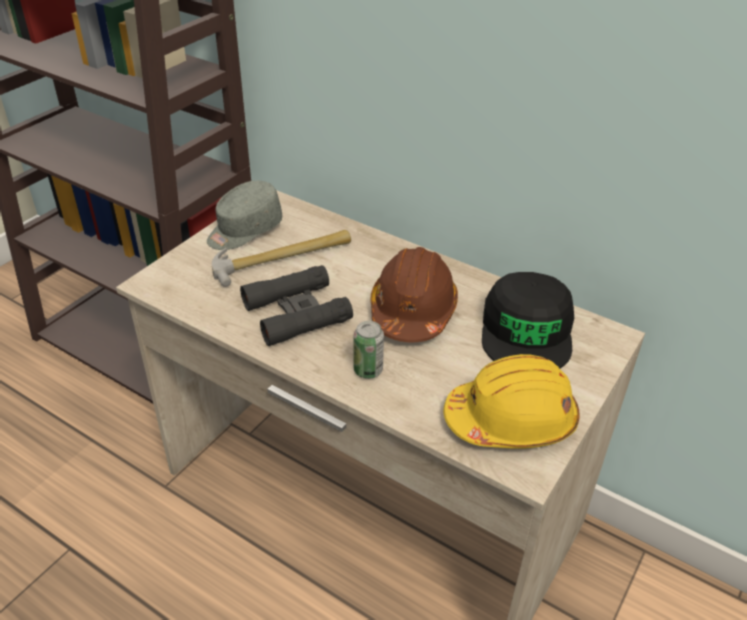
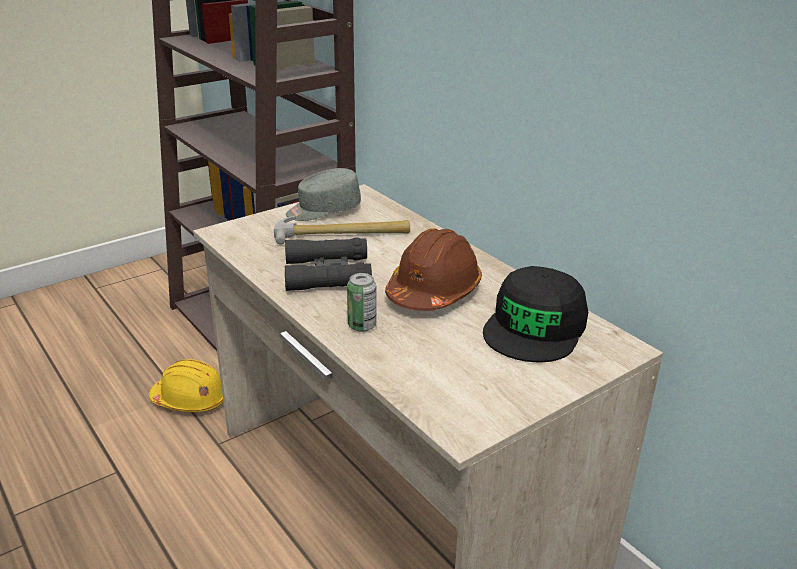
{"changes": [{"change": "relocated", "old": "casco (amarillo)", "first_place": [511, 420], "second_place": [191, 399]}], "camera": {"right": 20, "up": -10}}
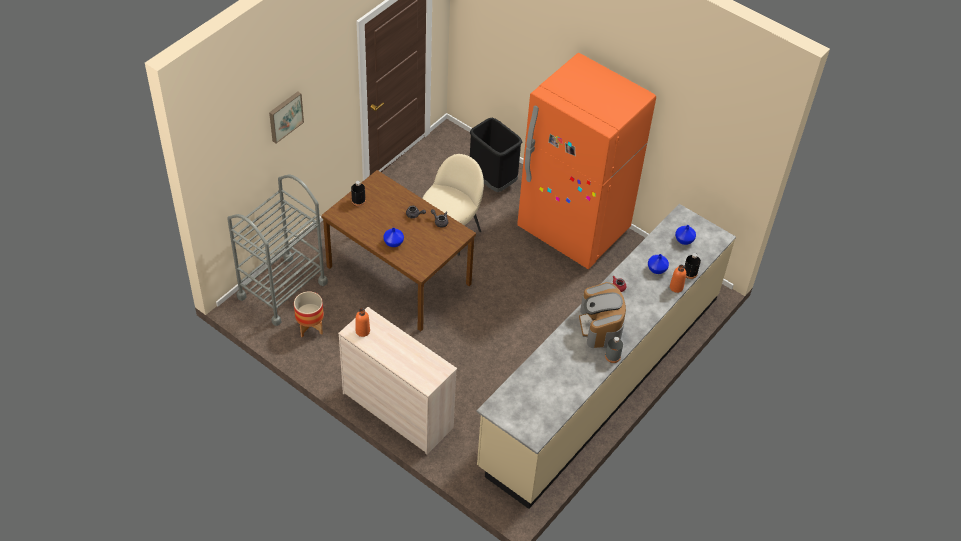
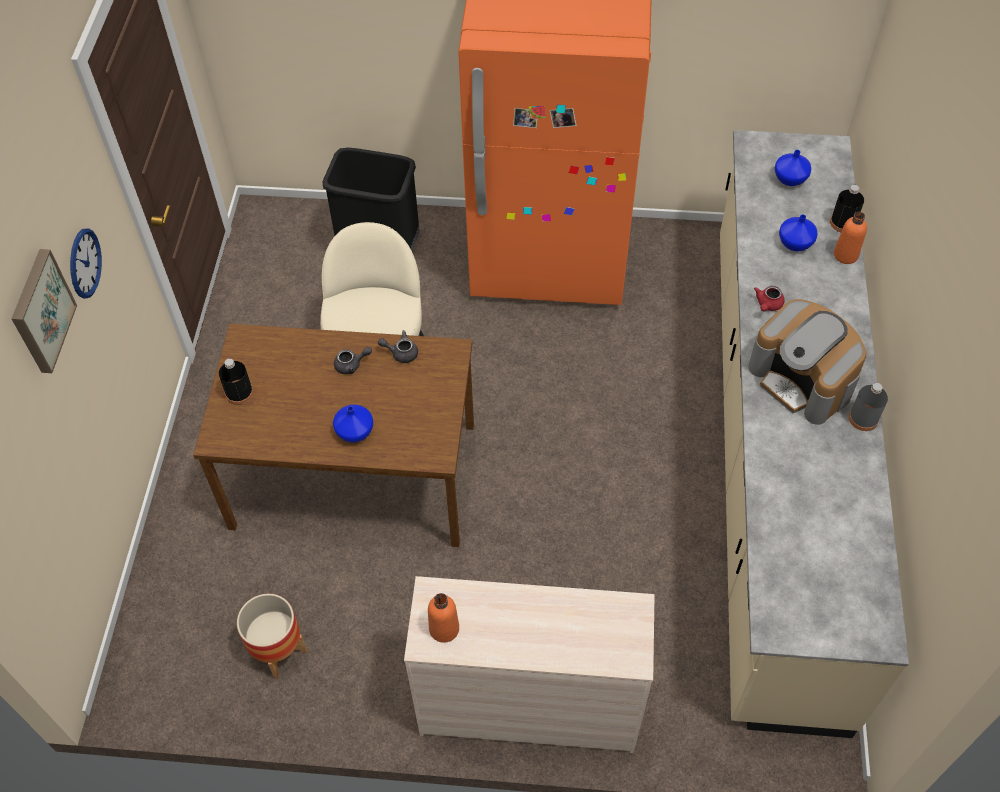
{"changes": [{"change": "missing", "old": "carrito (gris)", "first_place": [282, 289]}, {"change": "appeared", "new": "reloj de pared", "second_place": [84, 263]}], "camera": {"right": -30, "up": 5}}
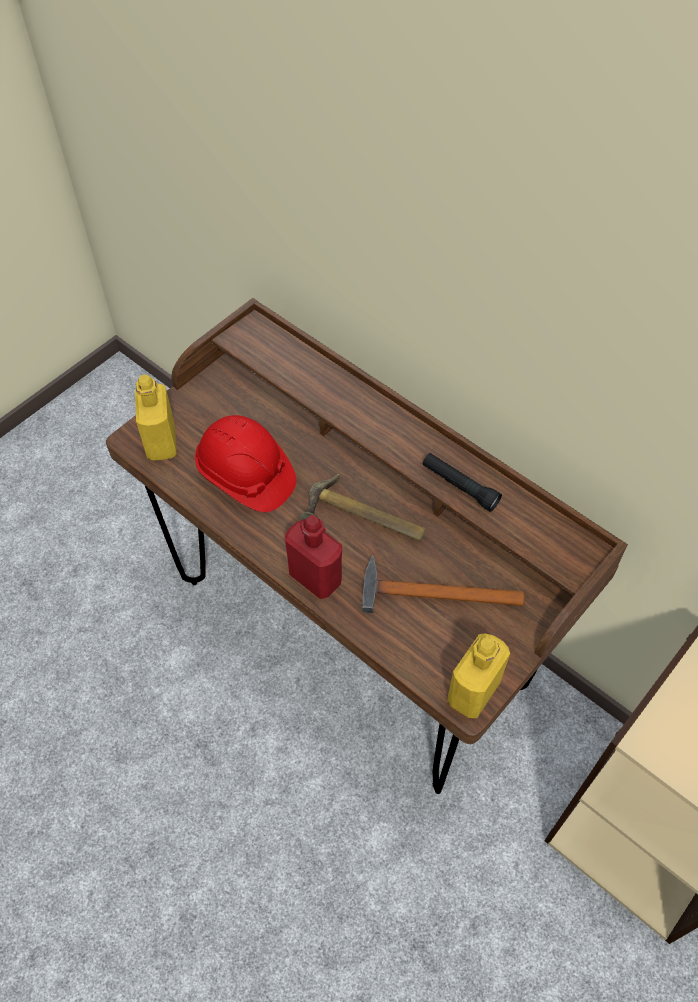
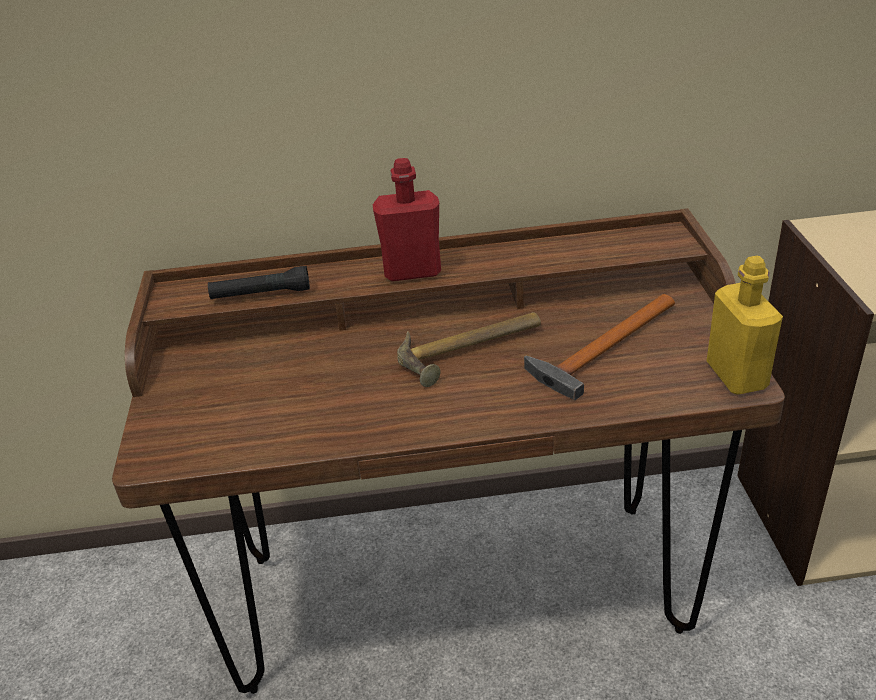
{"changes": [{"change": "missing", "old": "botella (amarillo)", "first_place": [161, 443]}, {"change": "missing", "old": "casco (rojo)", "first_place": [246, 476]}, {"change": "relocated", "old": "botella (rojo)", "first_place": [315, 578], "second_place": [412, 271]}, {"change": "relocated", "old": "linterna (negro)", "first_place": [459, 486], "second_place": [261, 294]}], "camera": {"right": -45, "up": -20}}
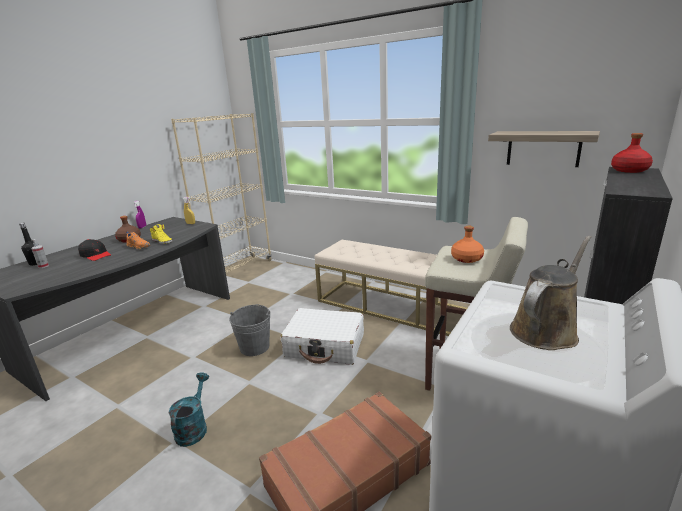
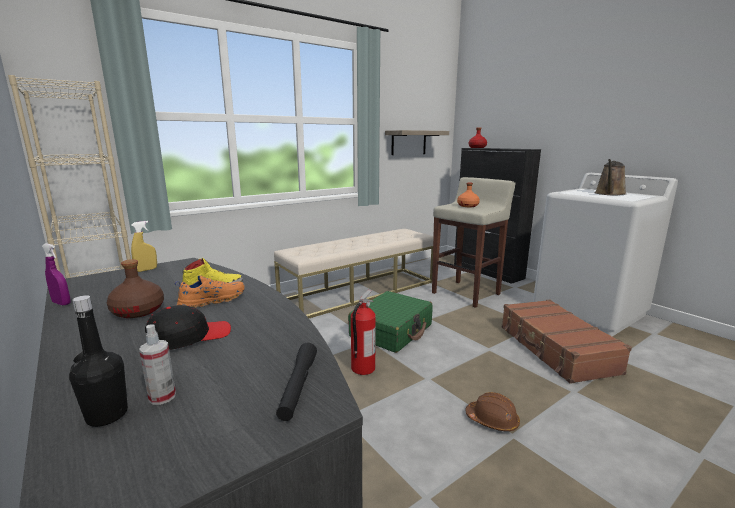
{"changes": [{"change": "exchanged", "old": "regadera (turquesa)", "new": "casco (marrón)", "first_place": [193, 428], "second_place": [492, 420]}, {"change": "exchanged", "old": "cubo (gris)", "new": "extintor", "first_place": [254, 347], "second_place": [362, 368]}, {"change": "colour", "old": "maleta (blanco)", "new": "maleta (verde)", "first_place": [325, 345], "second_place": [392, 331]}, {"change": "spun", "old": "regadera (marrón)", "first_place": [546, 330], "second_place": [609, 194], "degrees": -120}, {"change": "appeared", "new": "linterna (negro)", "second_place": [298, 386]}], "camera": {"right": -70, "up": -5}}
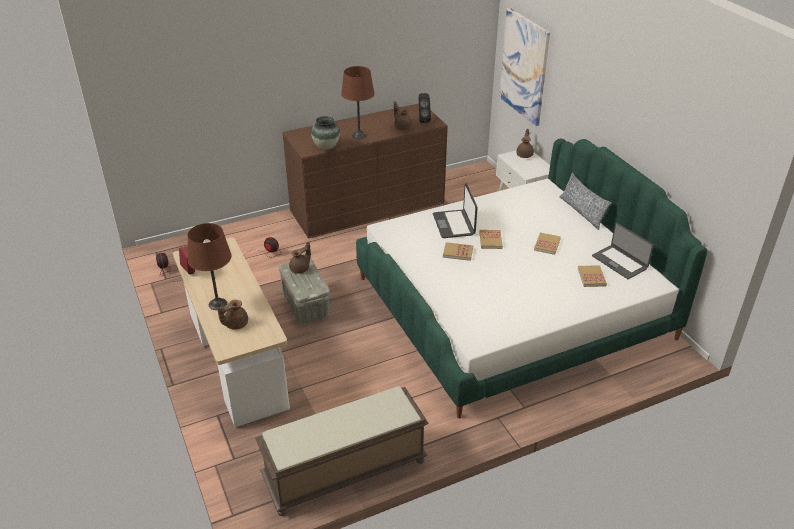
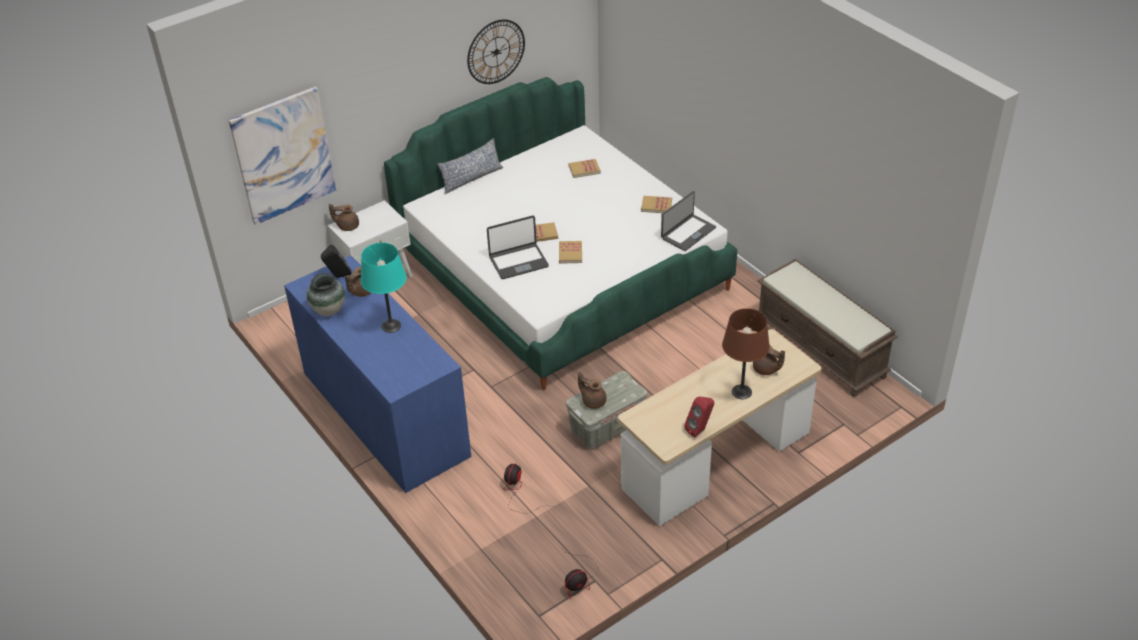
{"changes": [{"change": "colour", "old": "cómoda (marrón)", "new": "cómoda (azul)", "first_place": [367, 207], "second_place": [385, 413]}, {"change": "relocated", "old": "florero", "first_place": [326, 147], "second_place": [328, 310]}, {"change": "colour", "old": "lámpara de mesa (marrón)", "new": "lámpara de mesa (turquesa)", "first_place": [359, 135], "second_place": [391, 326]}, {"change": "relocated", "old": "libro", "first_place": [547, 244], "second_place": [656, 206]}, {"change": "relocated", "old": "portátil", "first_place": [620, 262], "second_place": [688, 233]}, {"change": "appeared", "new": "reloj de pared", "second_place": [496, 52]}], "camera": {"right": -100, "up": 5}}
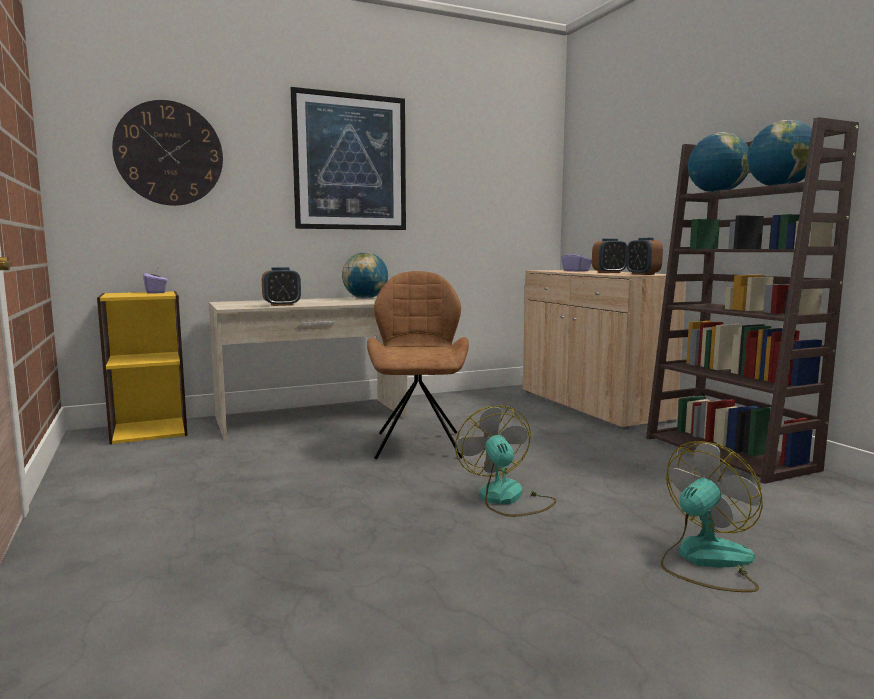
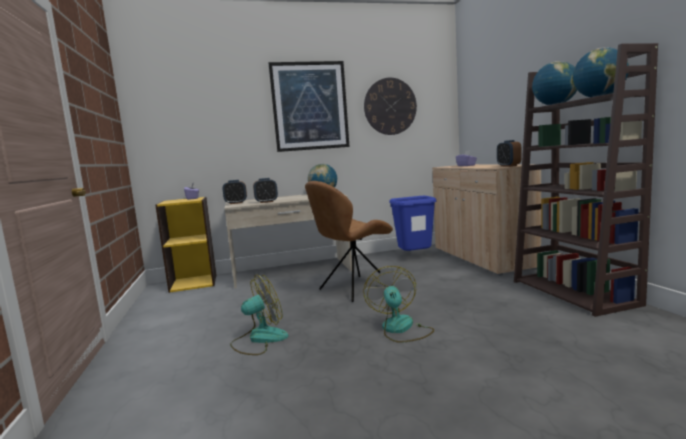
{"changes": [{"change": "relocated", "old": "reloj de pared", "first_place": [169, 153], "second_place": [390, 106]}, {"change": "spun", "old": "silla (marrón)", "first_place": [418, 444], "second_place": [354, 289], "degrees": -135}, {"change": "relocated", "old": "despertador", "first_place": [609, 272], "second_place": [236, 203]}, {"change": "relocated", "old": "ventilador", "first_place": [705, 561], "second_place": [259, 339]}, {"change": "appeared", "new": "papelera (azul)", "second_place": [415, 257]}], "camera": {"right": 10, "up": 0}}
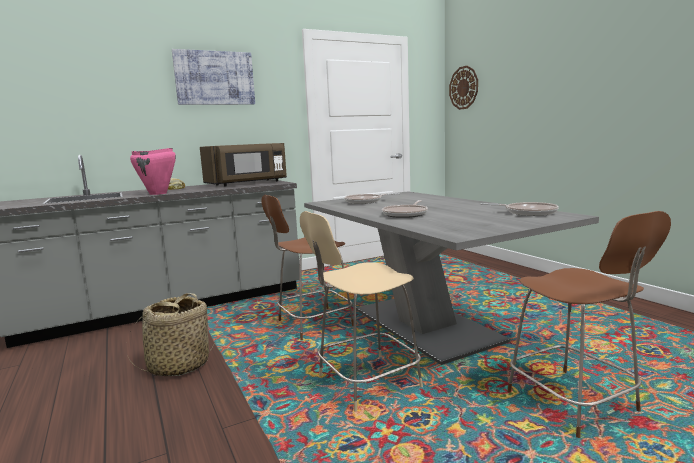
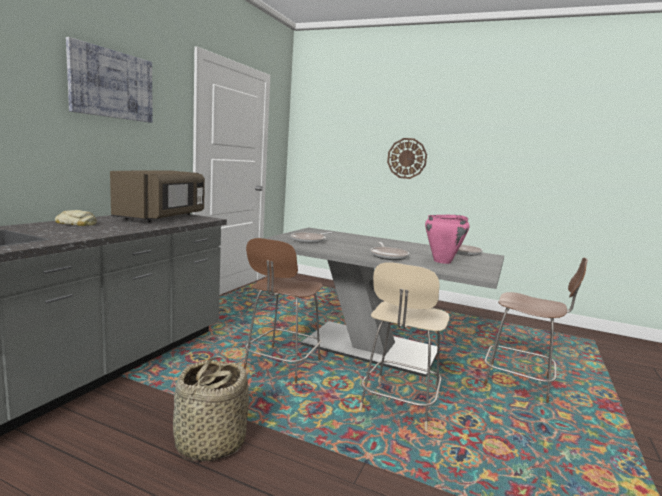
{"changes": [{"change": "relocated", "old": "olla (rosa)", "first_place": [158, 193], "second_place": [443, 261]}, {"change": "relocated", "old": "reloj de pared", "first_place": [463, 88], "second_place": [407, 158]}], "camera": {"right": -40, "up": 0}}
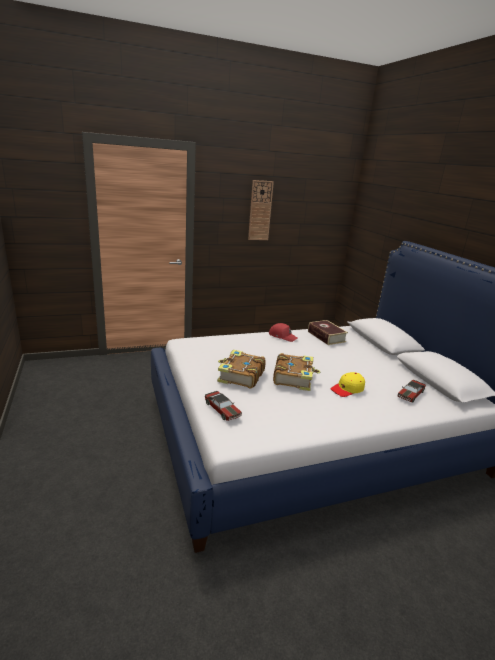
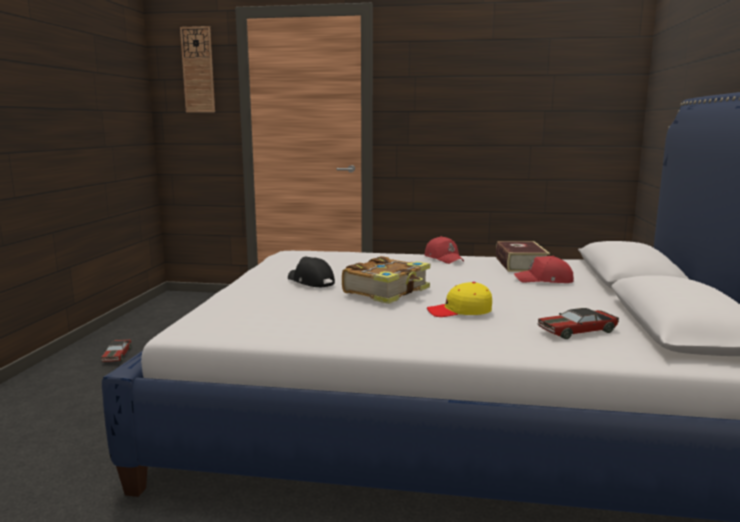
{"changes": [{"change": "relocated", "old": "coche de juguete", "first_place": [222, 410], "second_place": [117, 355]}, {"change": "exchanged", "old": "libro", "new": "gorra (negro)", "first_place": [240, 376], "second_place": [310, 282]}, {"change": "relocated", "old": "reloj de pared", "first_place": [260, 211], "second_place": [198, 70]}, {"change": "appeared", "new": "gorra (rojo)", "second_place": [544, 280]}], "camera": {"right": 30, "up": -10}}
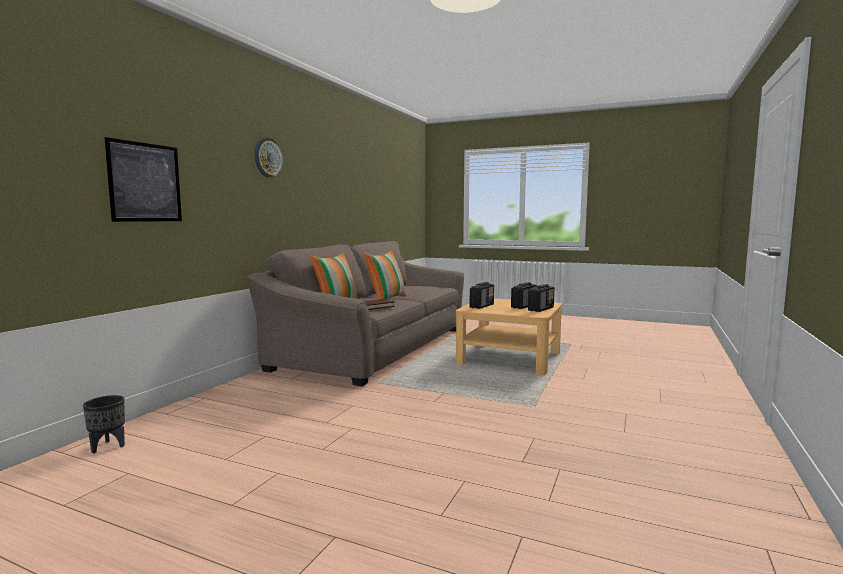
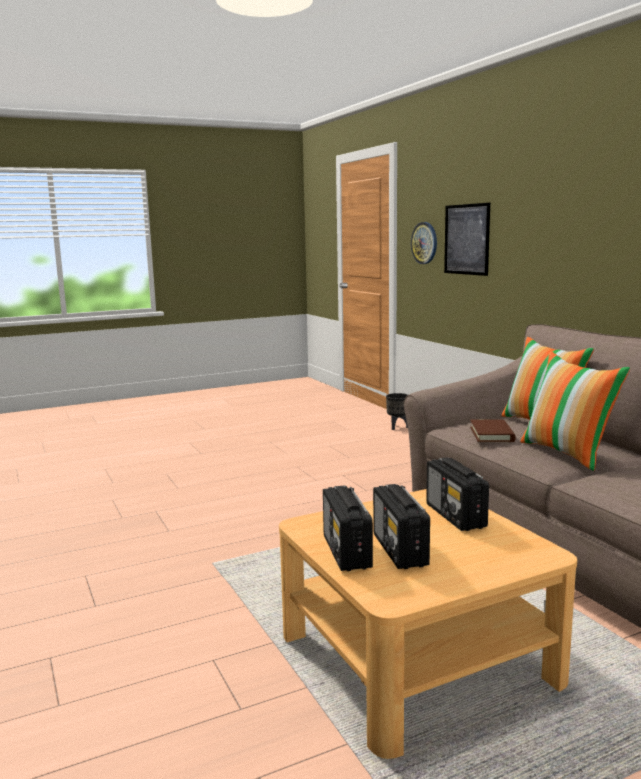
{"changes": [{"change": "relocated", "old": "reloj de pared", "first_place": [268, 157], "second_place": [424, 243]}], "camera": {"right": 130, "up": 5}}
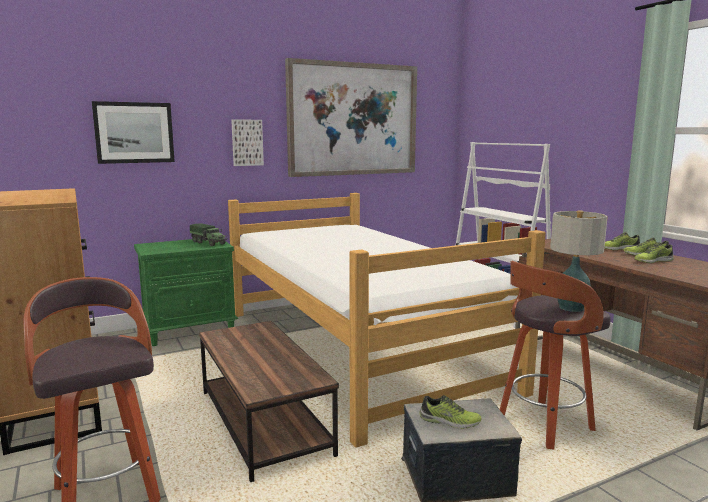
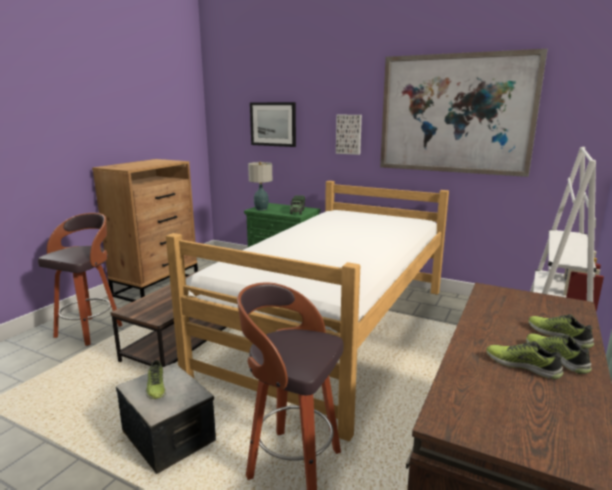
{"changes": [{"change": "relocated", "old": "lámpara de mesa", "first_place": [570, 308], "second_place": [261, 209]}], "camera": {"right": 55, "up": 5}}
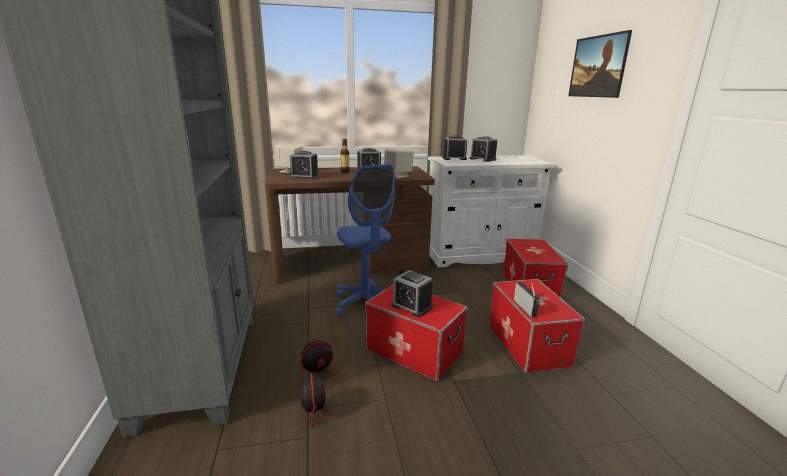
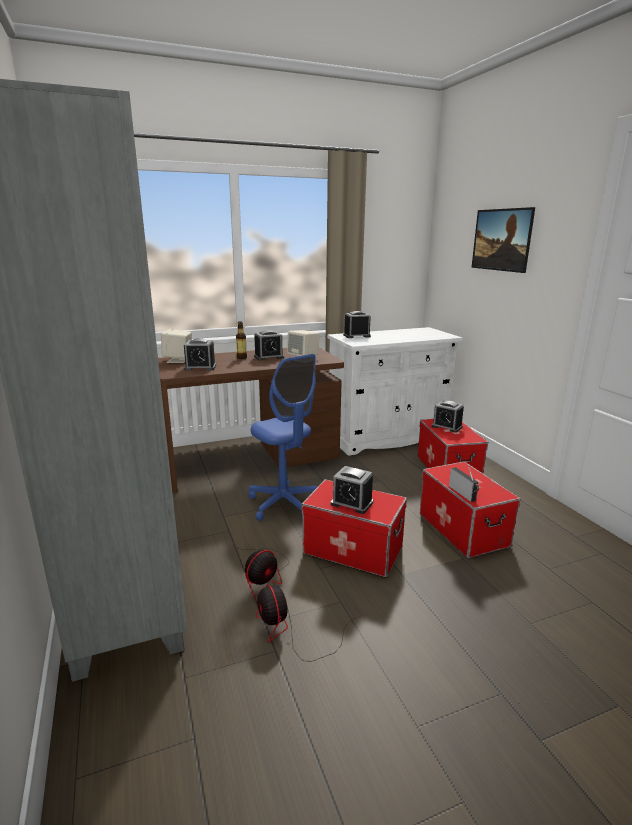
{"changes": [{"change": "relocated", "old": "despertador", "first_place": [482, 159], "second_place": [447, 427]}], "camera": {"right": -10, "up": 0}}
